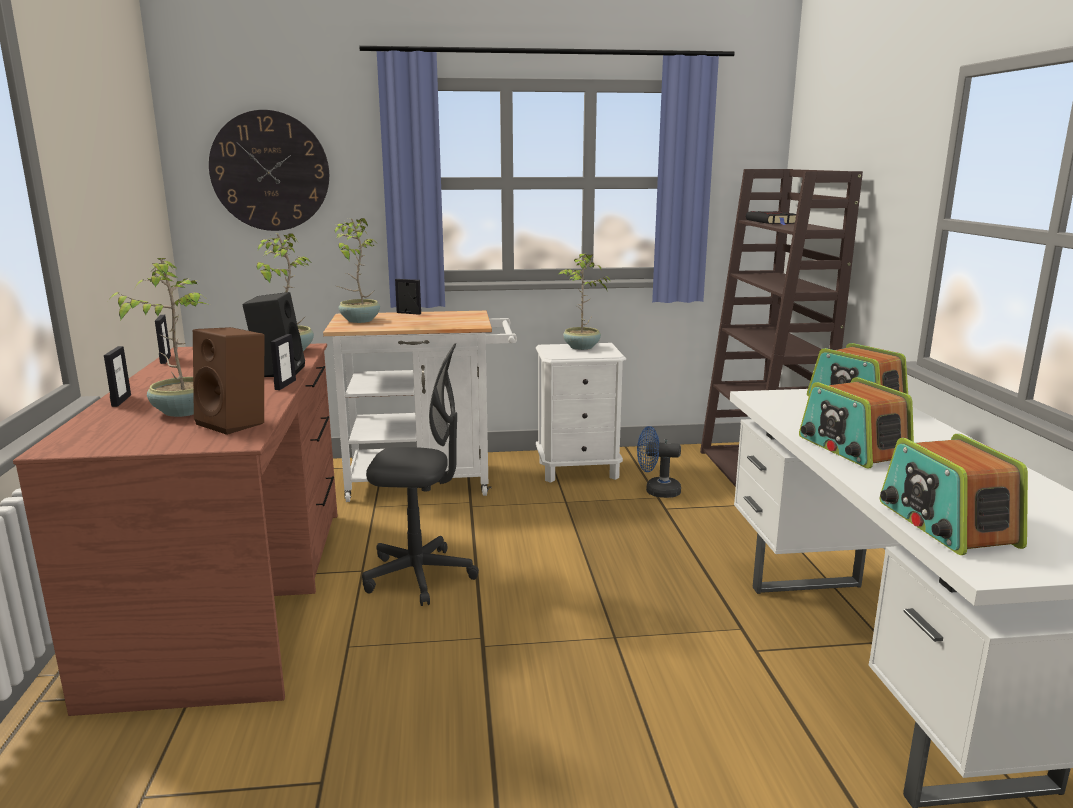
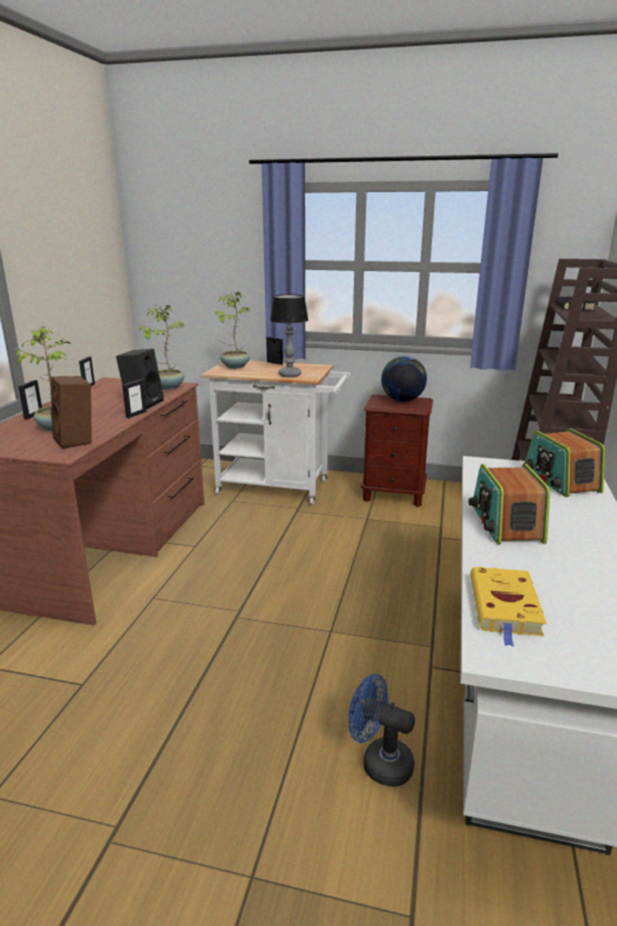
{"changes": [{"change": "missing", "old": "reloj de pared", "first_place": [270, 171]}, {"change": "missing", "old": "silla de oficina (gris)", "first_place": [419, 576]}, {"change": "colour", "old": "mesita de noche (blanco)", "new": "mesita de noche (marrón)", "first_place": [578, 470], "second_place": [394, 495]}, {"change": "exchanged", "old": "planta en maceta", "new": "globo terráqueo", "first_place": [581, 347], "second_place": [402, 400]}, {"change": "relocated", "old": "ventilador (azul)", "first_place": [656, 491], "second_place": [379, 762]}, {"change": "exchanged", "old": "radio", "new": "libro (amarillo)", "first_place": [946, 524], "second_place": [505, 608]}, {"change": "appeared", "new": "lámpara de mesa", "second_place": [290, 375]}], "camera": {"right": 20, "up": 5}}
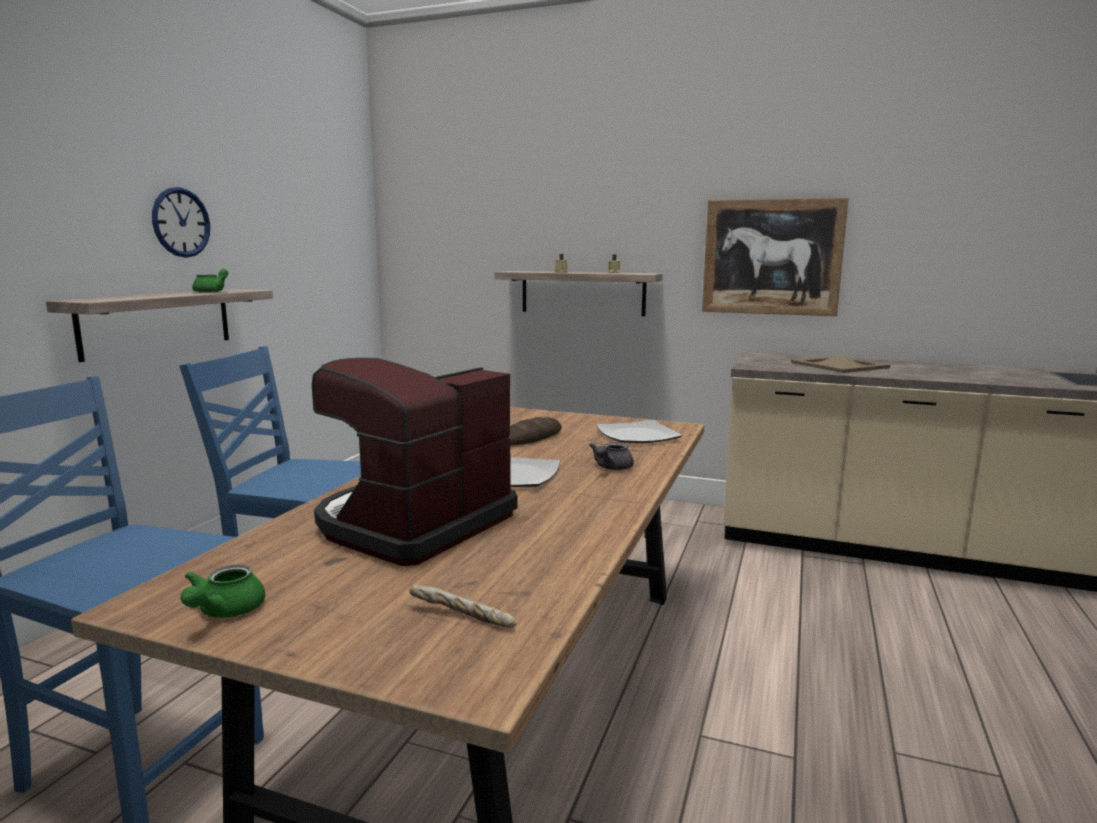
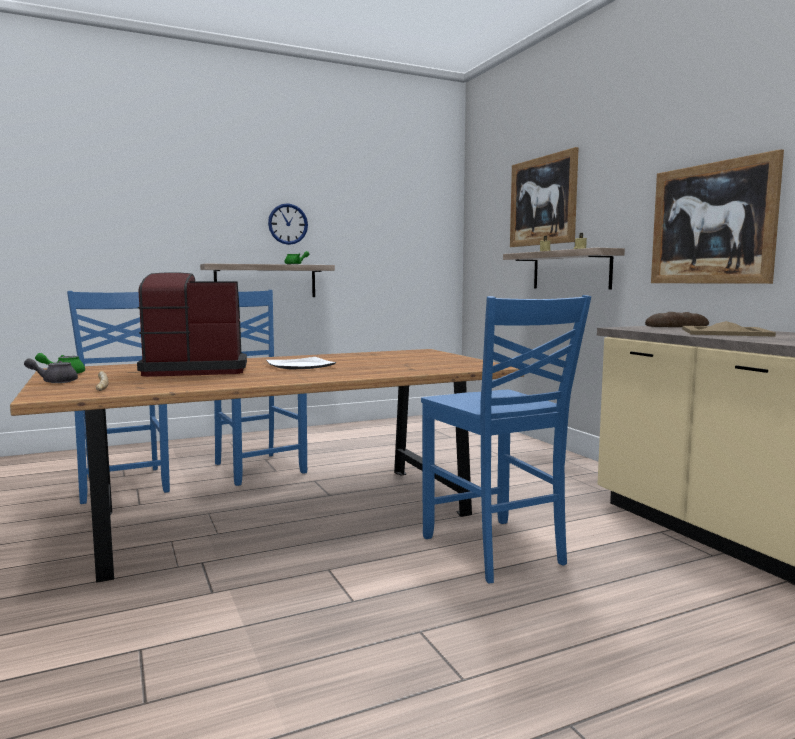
{"changes": [{"change": "relocated", "old": "pan", "first_place": [532, 437], "second_place": [676, 326]}, {"change": "relocated", "old": "tetera (gris)", "first_place": [611, 468], "second_place": [55, 381]}, {"change": "missing", "old": "plato", "first_place": [636, 435]}, {"change": "appeared", "new": "silla (azul)", "second_place": [495, 551]}, {"change": "appeared", "new": "cuadro", "second_place": [542, 201]}], "camera": {"right": 45, "up": -5}}
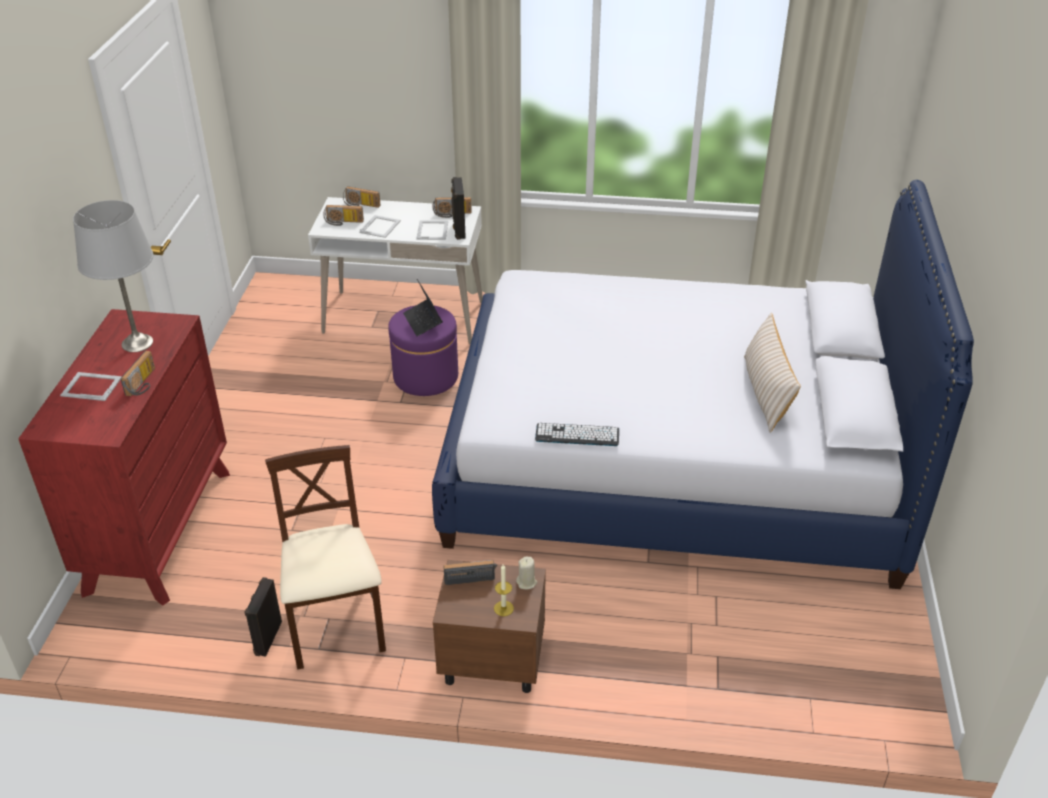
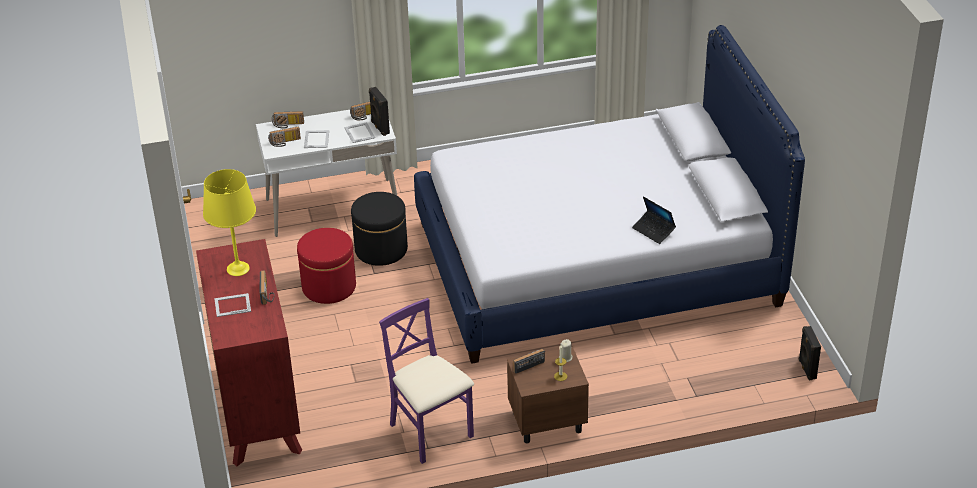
{"changes": [{"change": "colour", "old": "lámpara de mesa (gris)", "new": "lámpara de mesa (amarillo)", "first_place": [138, 343], "second_place": [238, 268]}, {"change": "relocated", "old": "altavoz (negro)", "first_place": [267, 638], "second_place": [806, 369]}, {"change": "colour", "old": "silla (beis)", "new": "silla (morado)", "first_place": [336, 627], "second_place": [430, 432]}, {"change": "colour", "old": "puf (morado)", "new": "puf (negro)", "first_place": [425, 377], "second_place": [381, 249]}, {"change": "relocated", "old": "portátil", "first_place": [423, 322], "second_place": [653, 231]}, {"change": "missing", "old": "teclado", "first_place": [577, 435]}, {"change": "missing", "old": "cojín (beis)", "first_place": [766, 392]}, {"change": "appeared", "new": "puf (rojo)", "second_place": [329, 287]}], "camera": {"right": -20, "up": 0}}
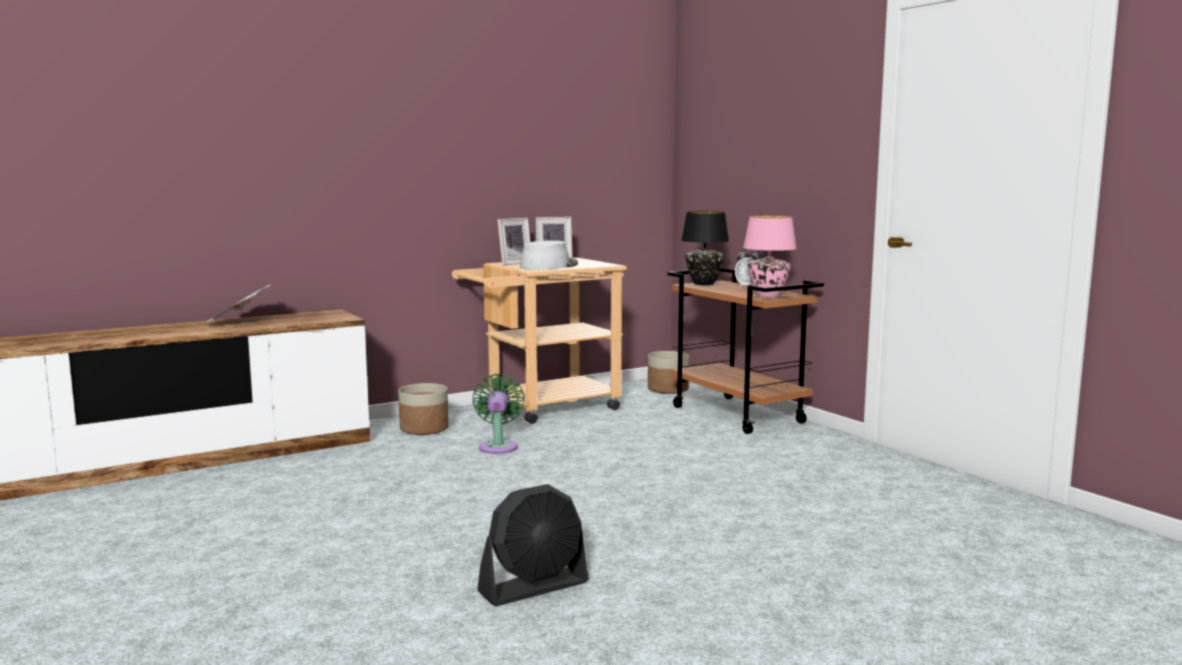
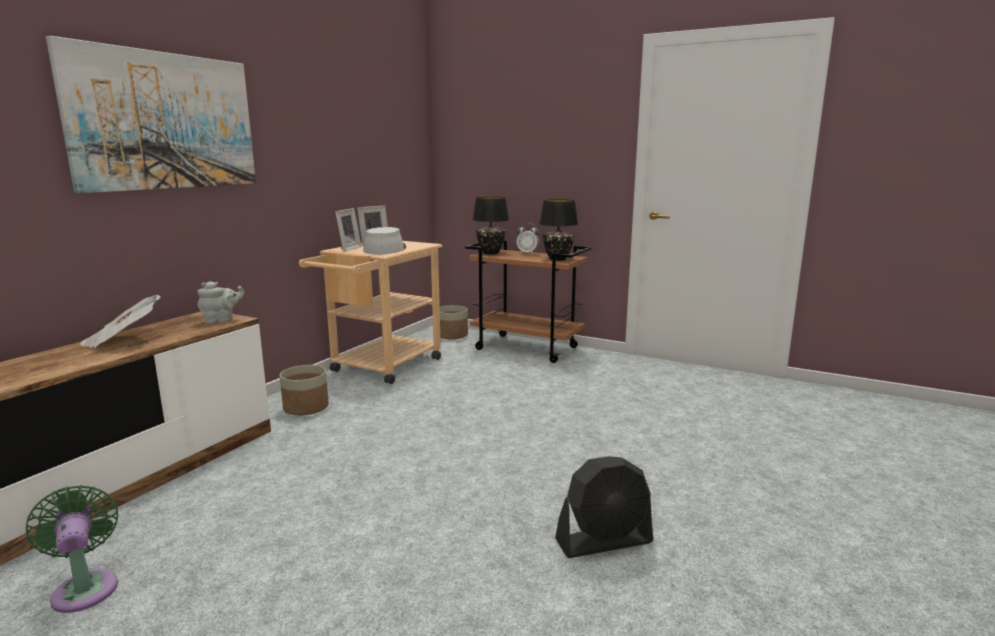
{"changes": [{"change": "relocated", "old": "ventilador (verde)", "first_place": [498, 446], "second_place": [85, 587]}, {"change": "spun", "old": "ventilador (negro)", "first_place": [534, 587], "second_place": [604, 541], "degrees": 45}, {"change": "colour", "old": "lámpara de mesa (rosa)", "new": "lámpara de mesa (negro)", "first_place": [767, 295], "second_place": [557, 259]}, {"change": "appeared", "new": "cuadro", "second_place": [165, 121]}, {"change": "appeared", "new": "tetera (gris)", "second_place": [221, 320]}], "camera": {"right": -30, "up": 5}}
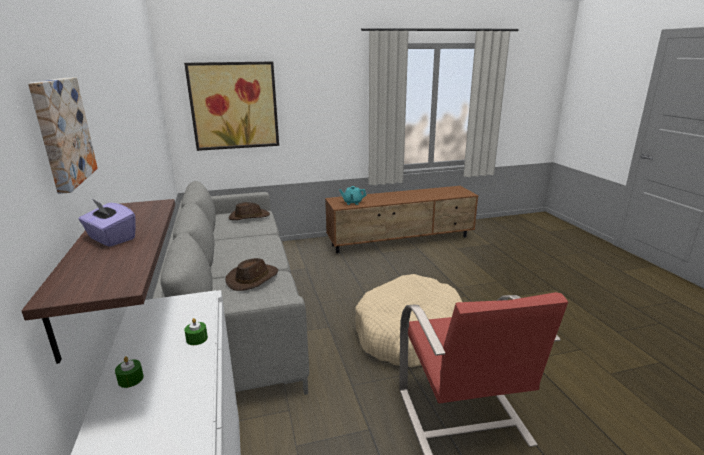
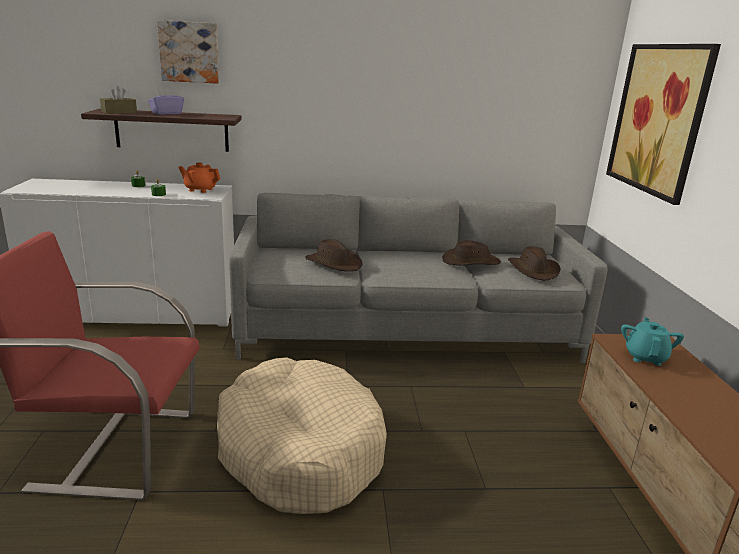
{"changes": [{"change": "appeared", "new": "caja de pañuelos (marrón)", "second_place": [119, 112]}, {"change": "appeared", "new": "tetera (naranja)", "second_place": [200, 189]}, {"change": "appeared", "new": "sombrero (marrón)", "second_place": [470, 262]}], "camera": {"right": 100, "up": 0}}
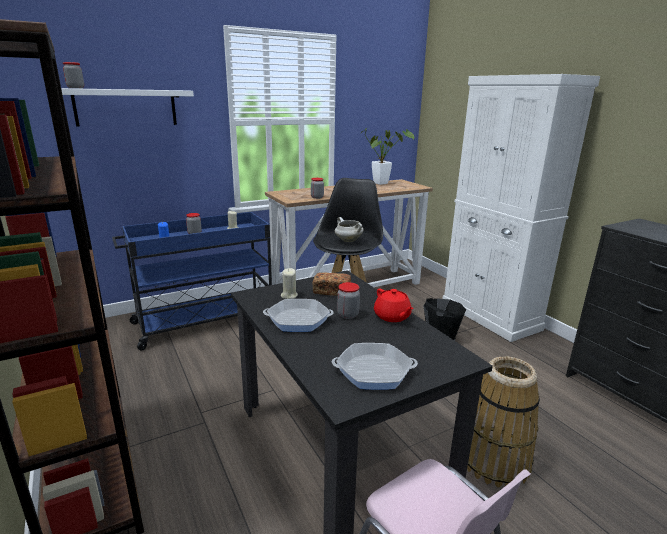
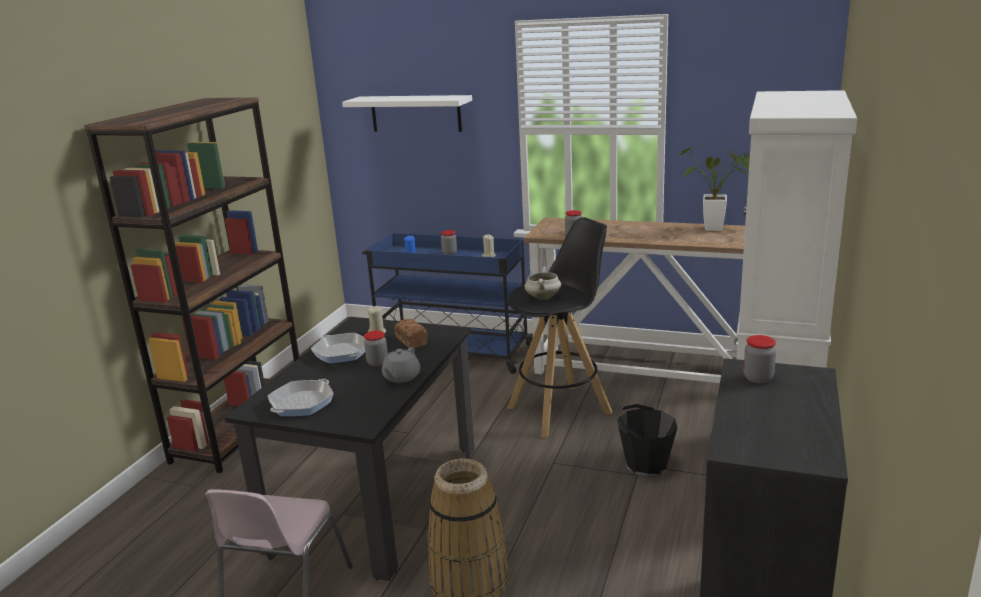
{"changes": [{"change": "relocated", "old": "tarro", "first_place": [75, 88], "second_place": [758, 378]}, {"change": "spun", "old": "sartén", "first_place": [374, 371], "second_place": [302, 403], "degrees": -105}, {"change": "colour", "old": "tetera (rojo)", "new": "tetera (gris)", "first_place": [392, 317], "second_place": [401, 377]}], "camera": {"right": 50, "up": 0}}
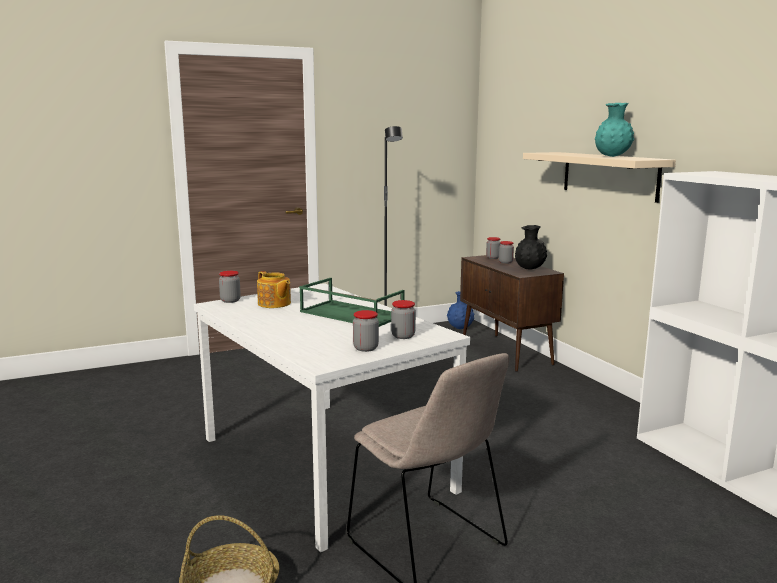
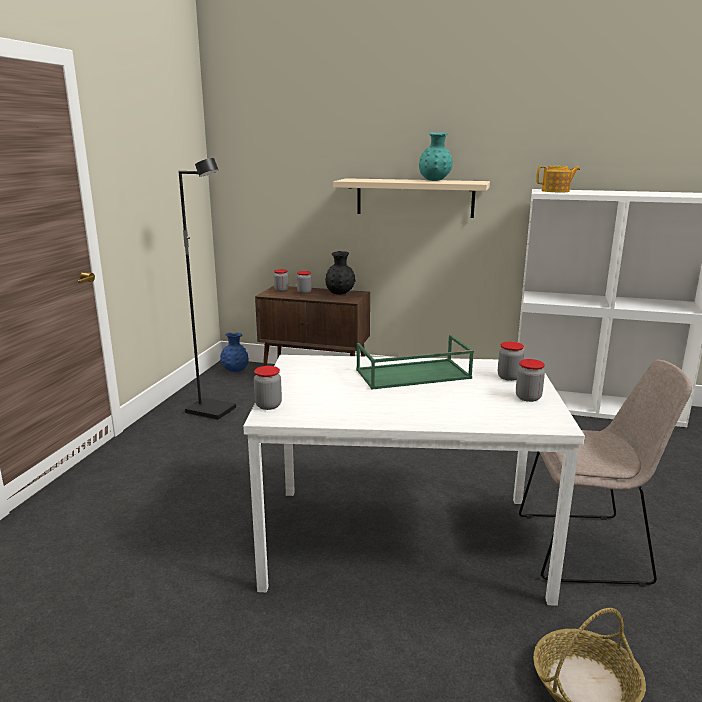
{"changes": [{"change": "relocated", "old": "tetera", "first_place": [274, 304], "second_place": [556, 191]}], "camera": {"right": -50, "up": 5}}
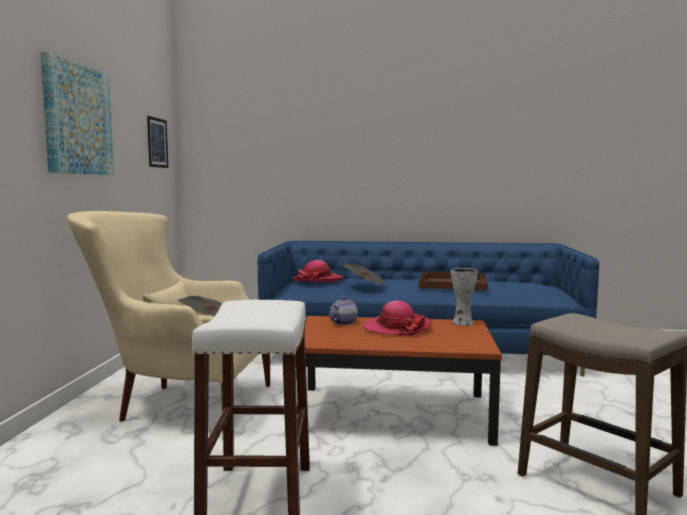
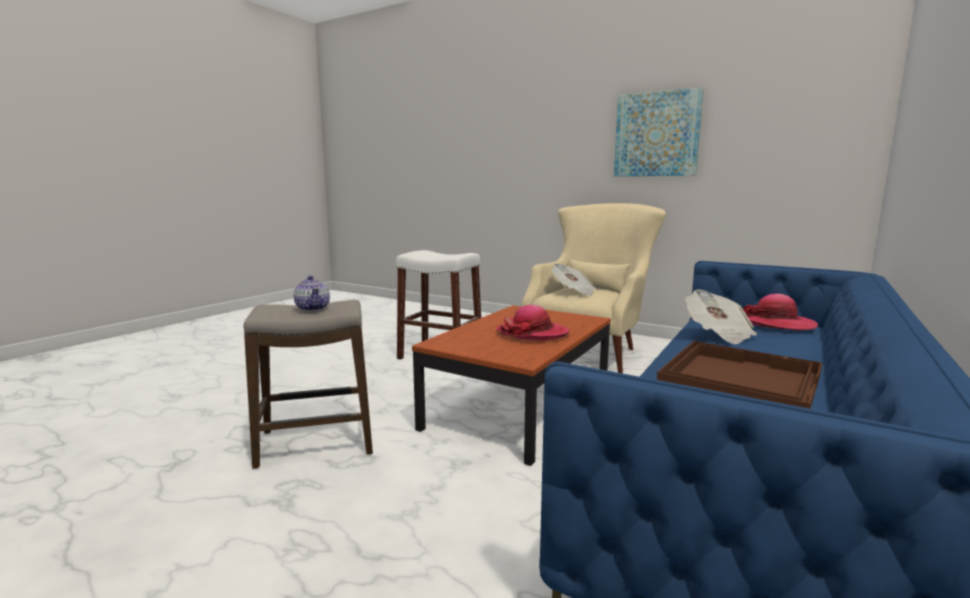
{"changes": [{"change": "missing", "old": "cuadro", "first_place": [157, 142]}, {"change": "relocated", "old": "tetera", "first_place": [343, 322], "second_place": [313, 308]}, {"change": "missing", "old": "florero", "first_place": [461, 323]}], "camera": {"right": 115, "up": 5}}
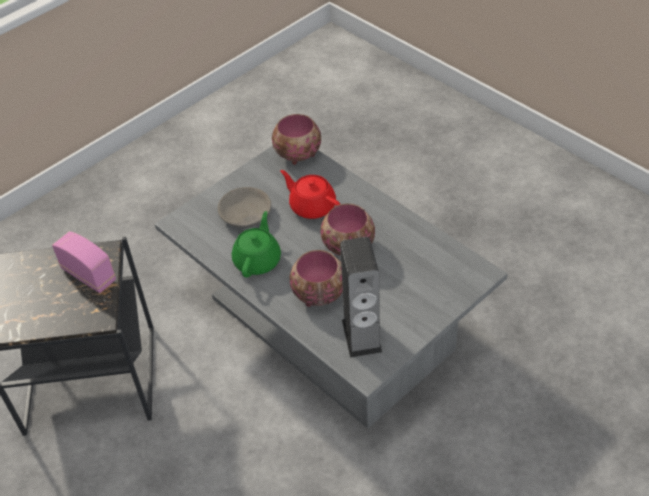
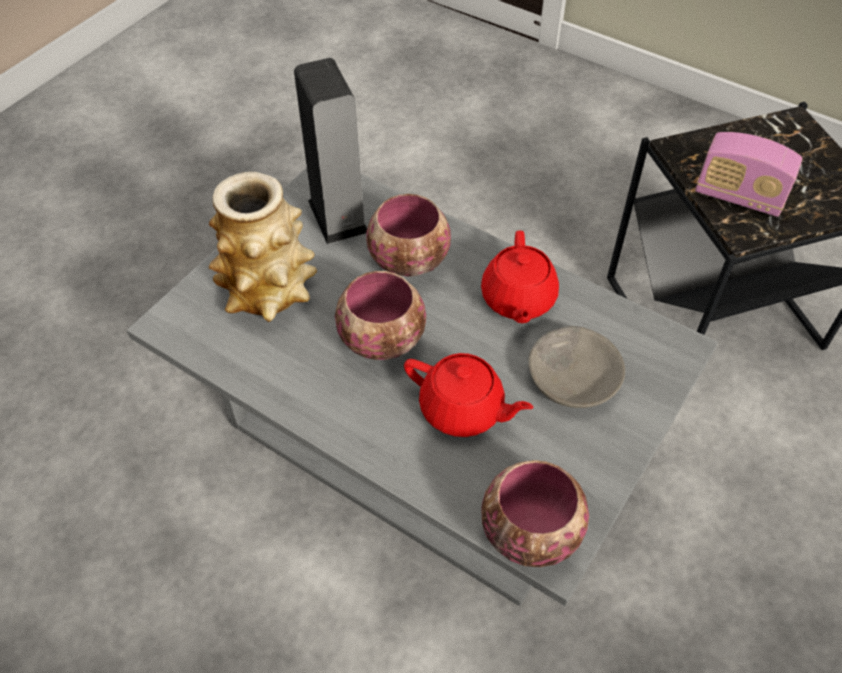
{"changes": [{"change": "colour", "old": "tetera (verde)", "new": "tetera (rojo)", "first_place": [258, 260], "second_place": [517, 299]}, {"change": "appeared", "new": "florero", "second_place": [269, 291]}], "camera": {"right": 165, "up": 5}}
